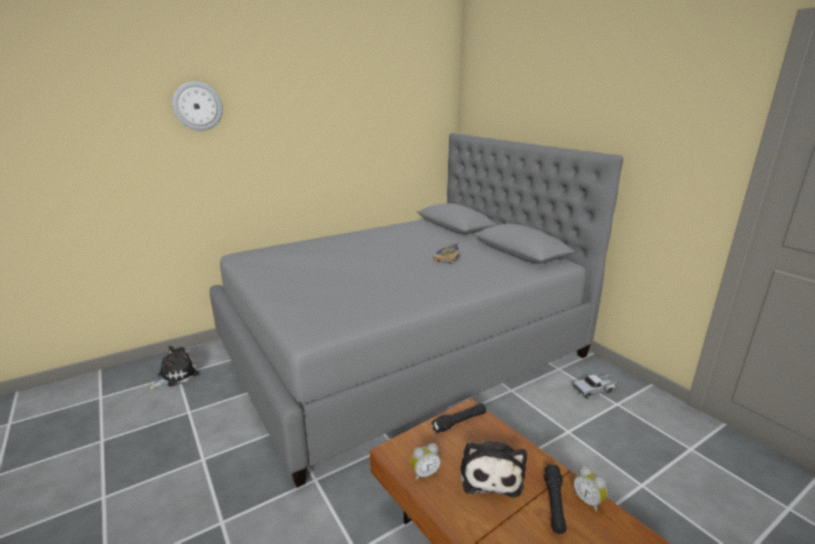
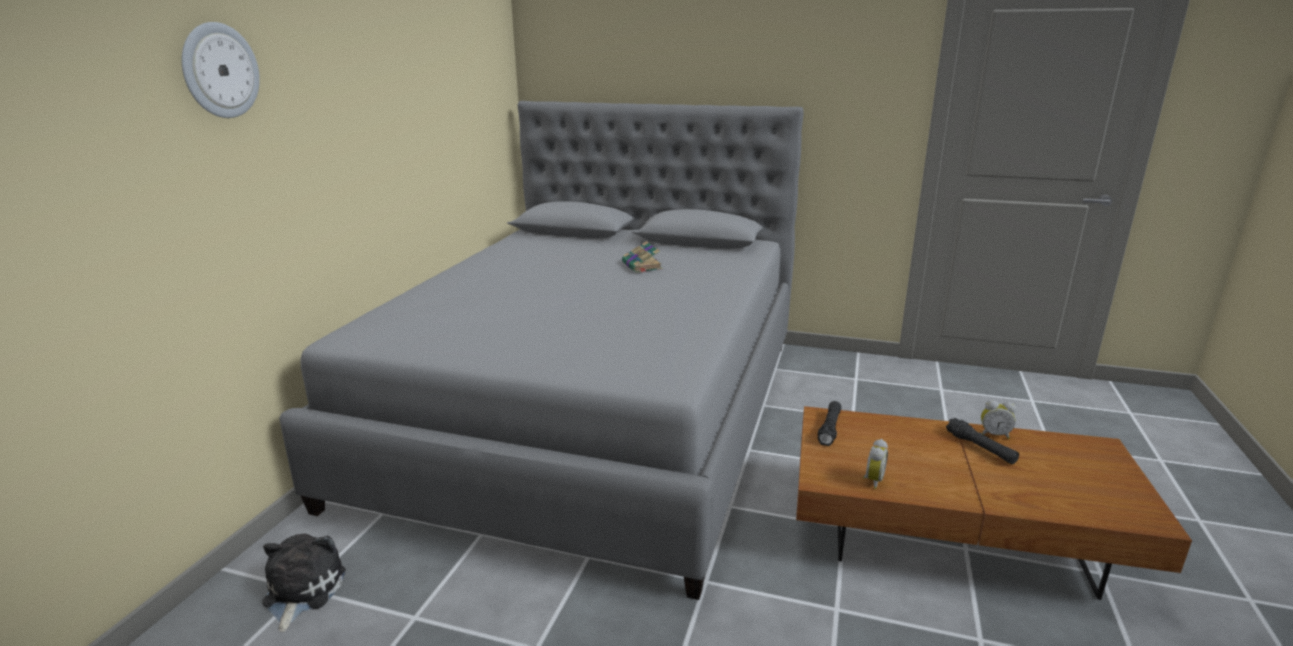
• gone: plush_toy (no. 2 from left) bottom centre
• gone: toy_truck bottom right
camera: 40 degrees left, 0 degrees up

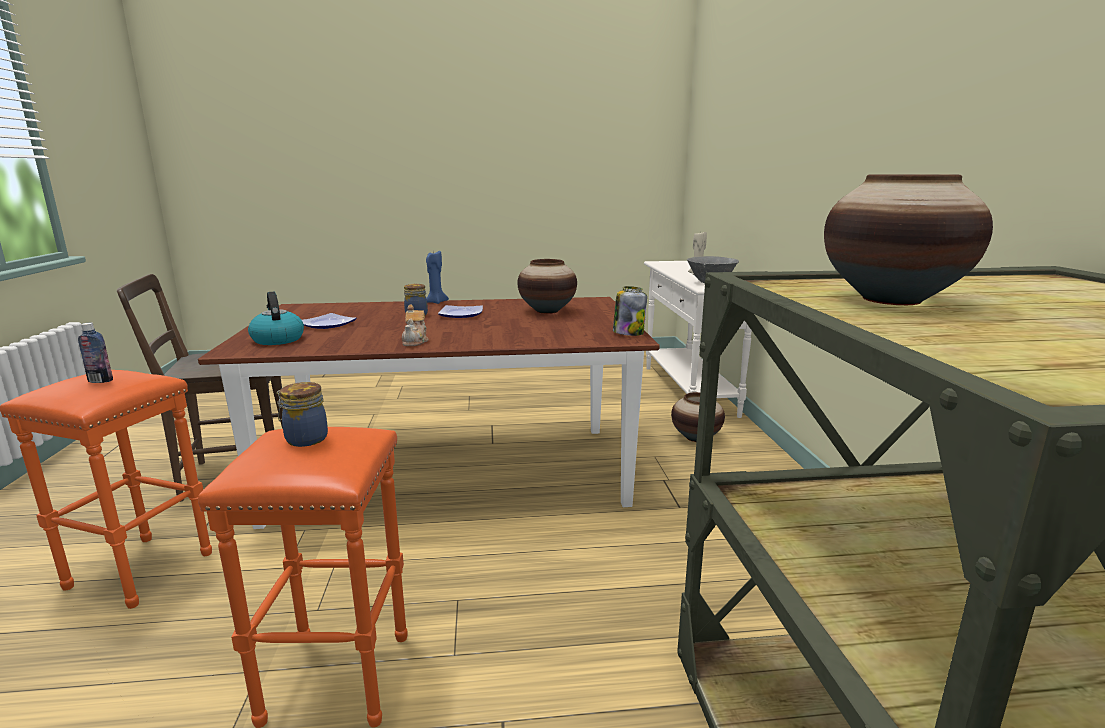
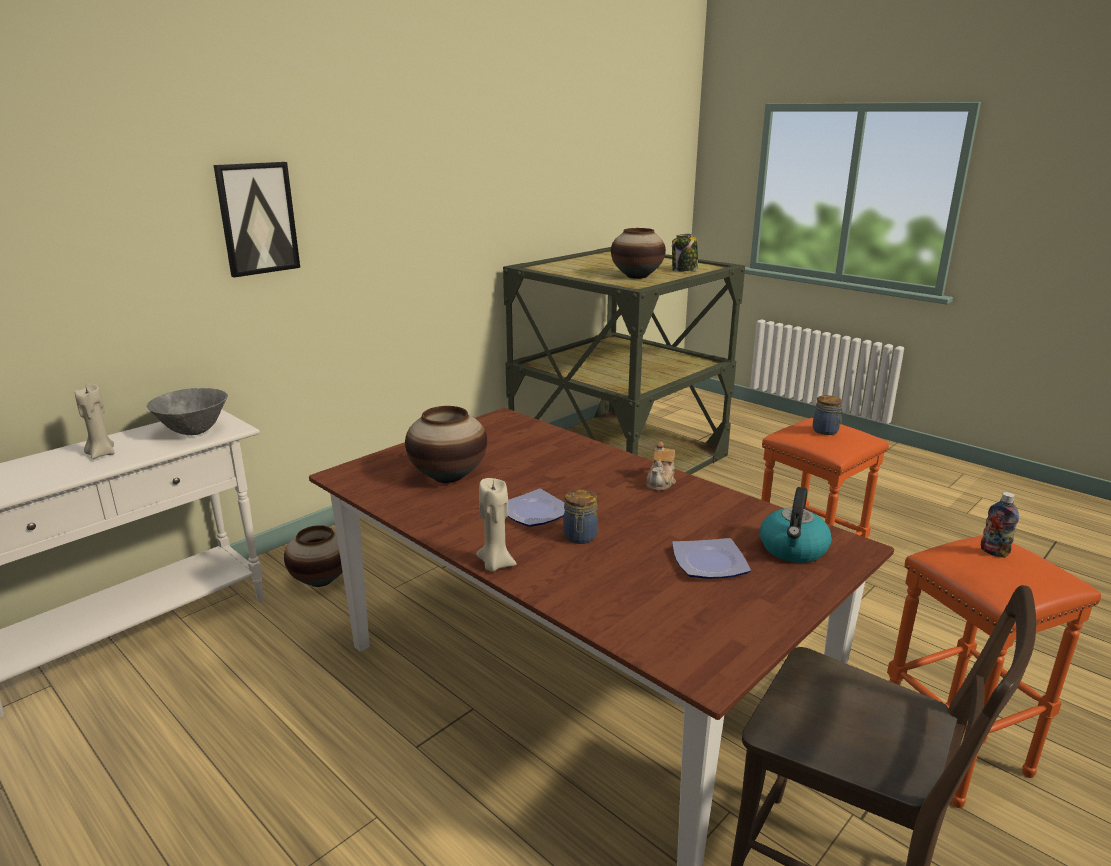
• rotated: teapot centre = centre 150 degrees clockwise
• repainted: blue_candle centre to beige_candle (no. 2 from left) centre
• shifted: jar (no. 3 from left in the first image) centre to jar (no. 2 from left) top centre
• new: picture top left
camera: 130 degrees left, 5 degrees up

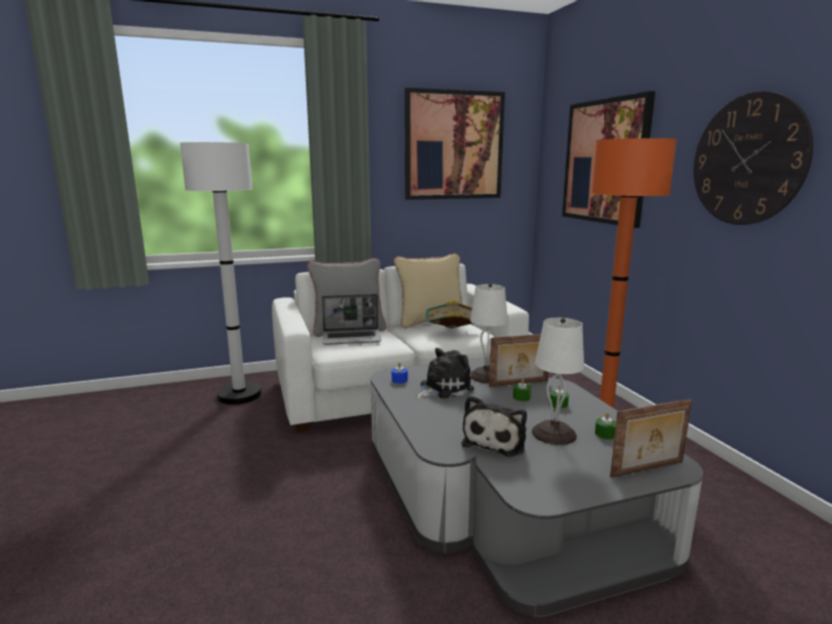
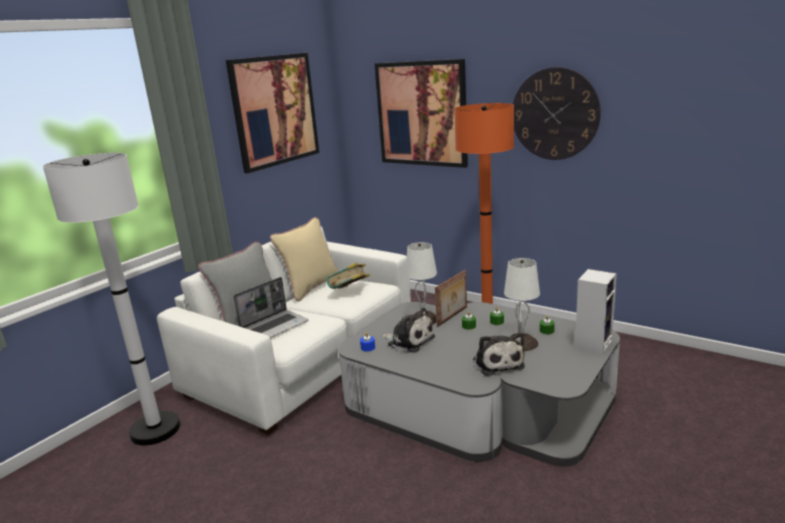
• rotated: plush_toy (no. 1 from left) centre = centre 105 degrees clockwise
• swapped: picture_frame (no. 2 from left) bottom right to speaker middle right
camera: 35 degrees left, 5 degrees up

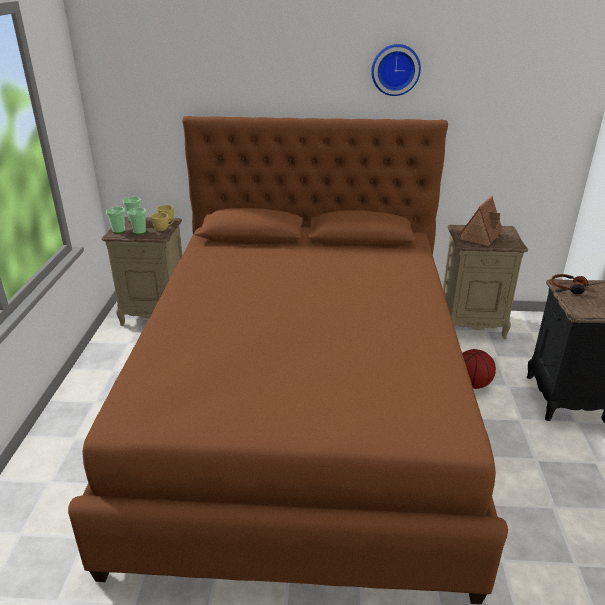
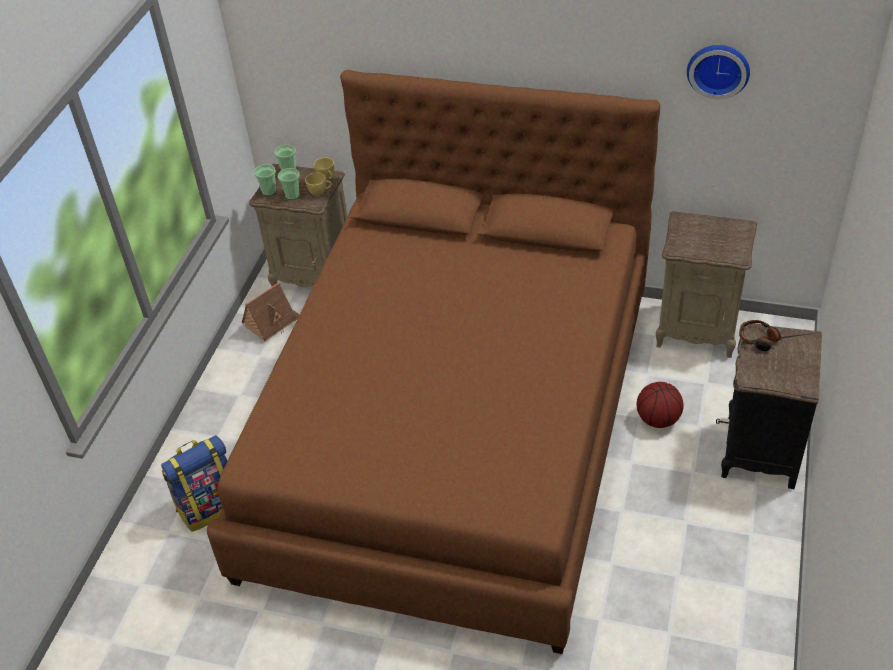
• shifted: wall_clock top centre to top right
• shifted: toy_house middle right to middle left
• new: backpack bottom left
camera: 15 degrees right, 15 degrees up

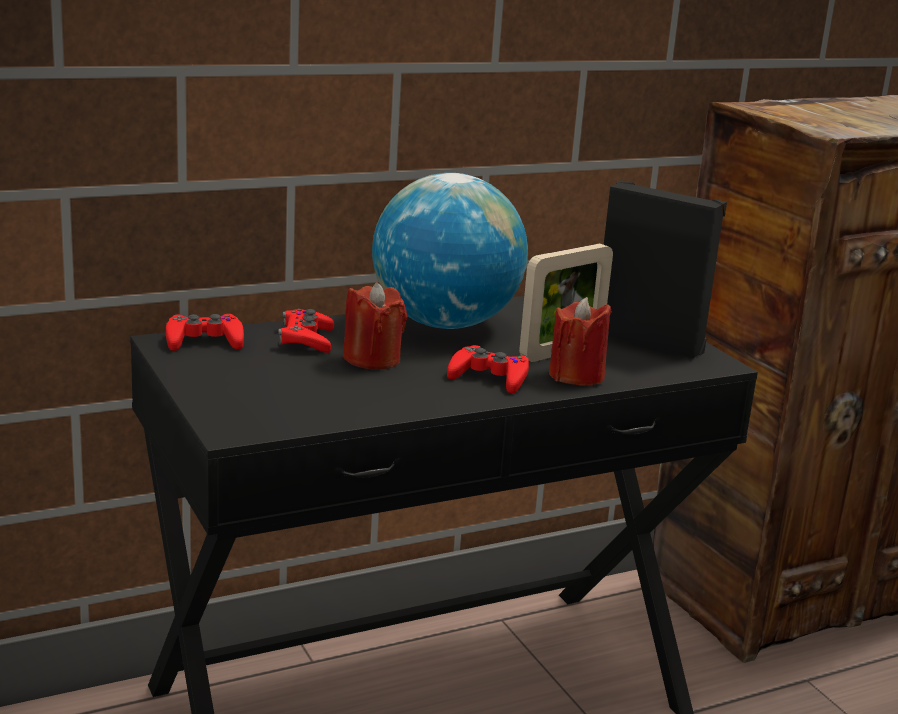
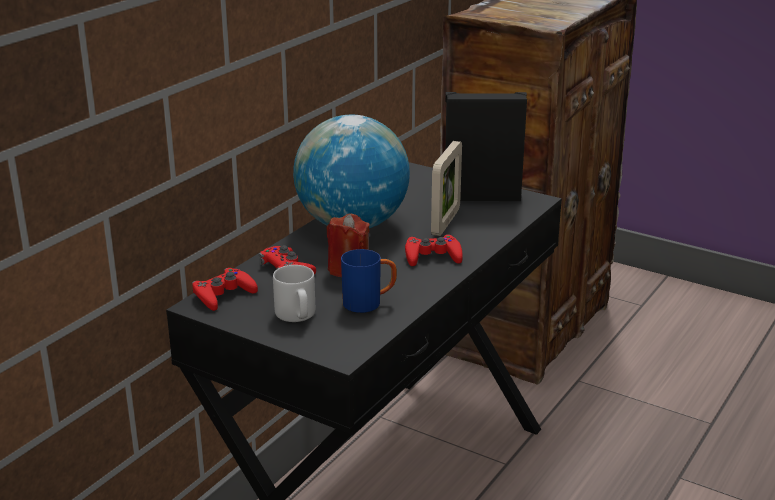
• gone: red_candle (no. 2 from left) centre
• new: grey_mug centre
• new: blue_mug centre
camera: 30 degrees left, 5 degrees up

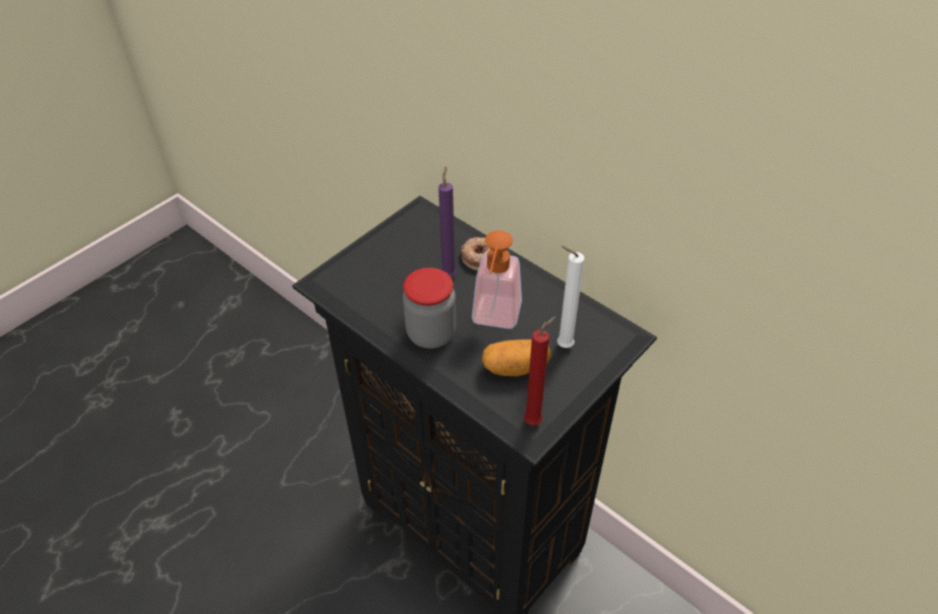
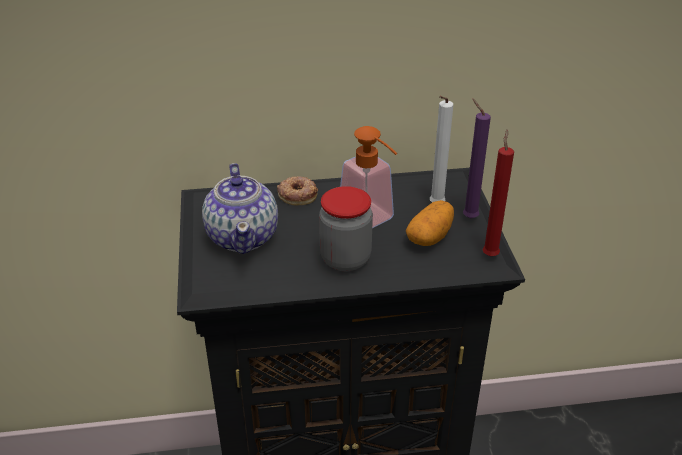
• shifted: purple_candle centre to middle right
• new: teapot centre
camera: 50 degrees left, 10 degrees down

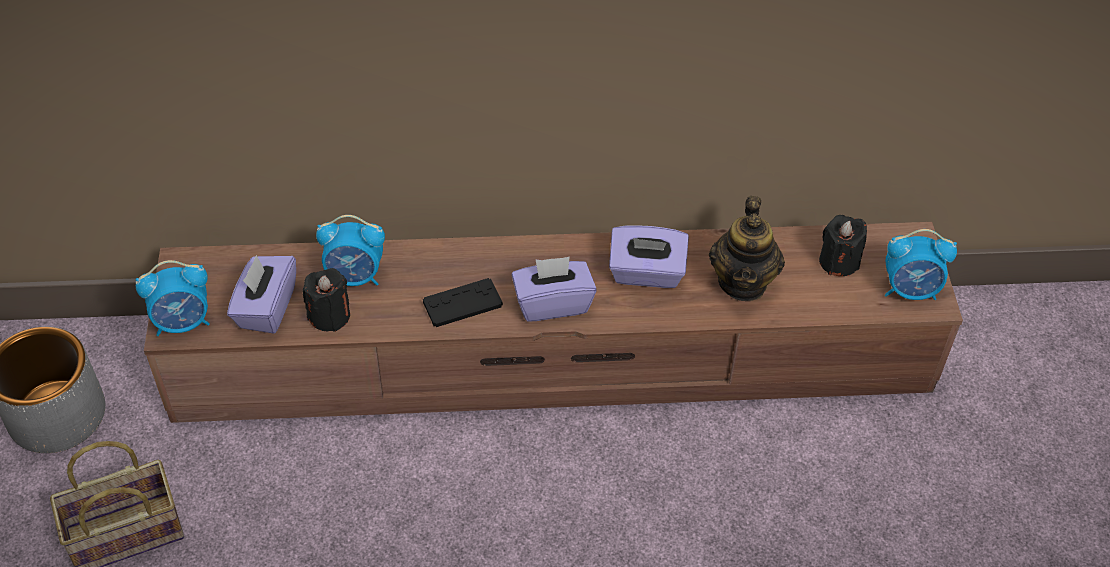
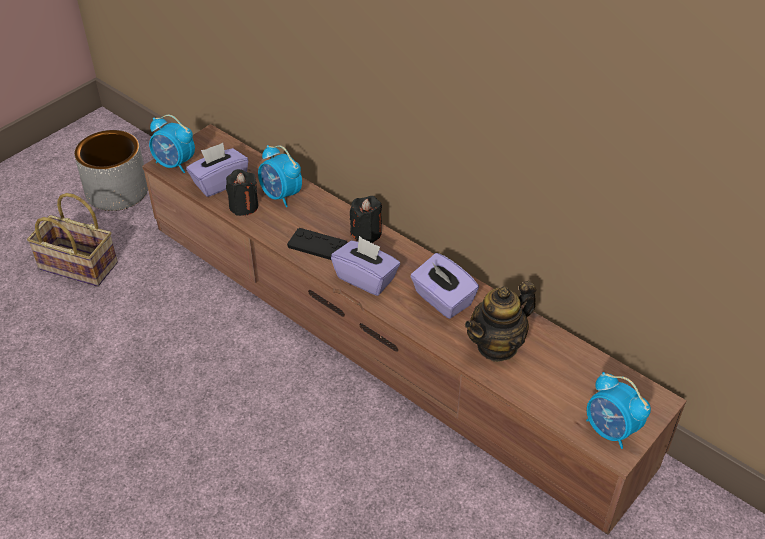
• shifted: black_candle (no. 2 from left) middle right to centre
camera: 45 degrees right, 5 degrees down

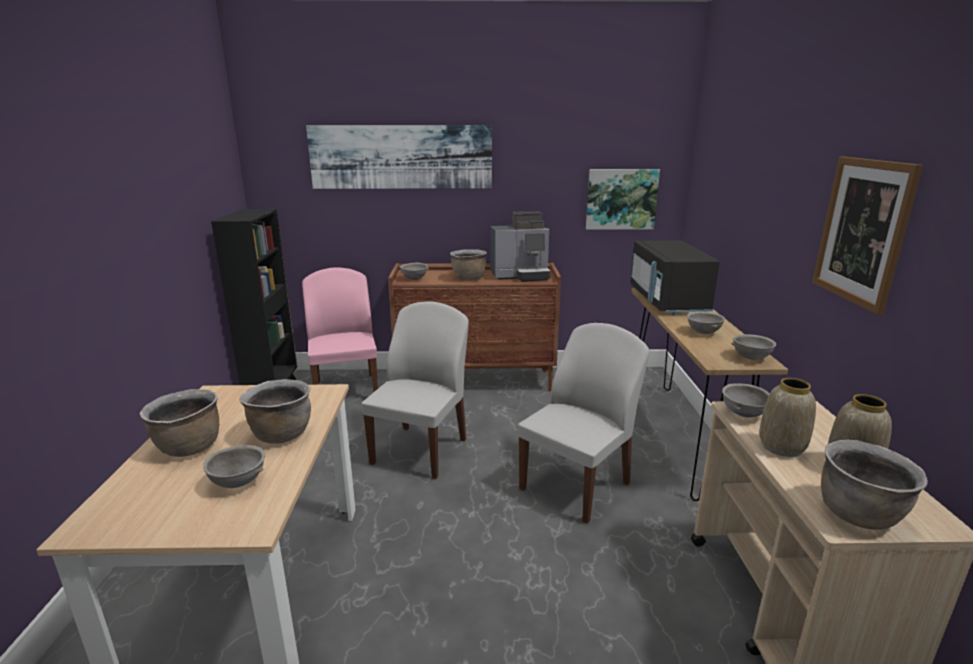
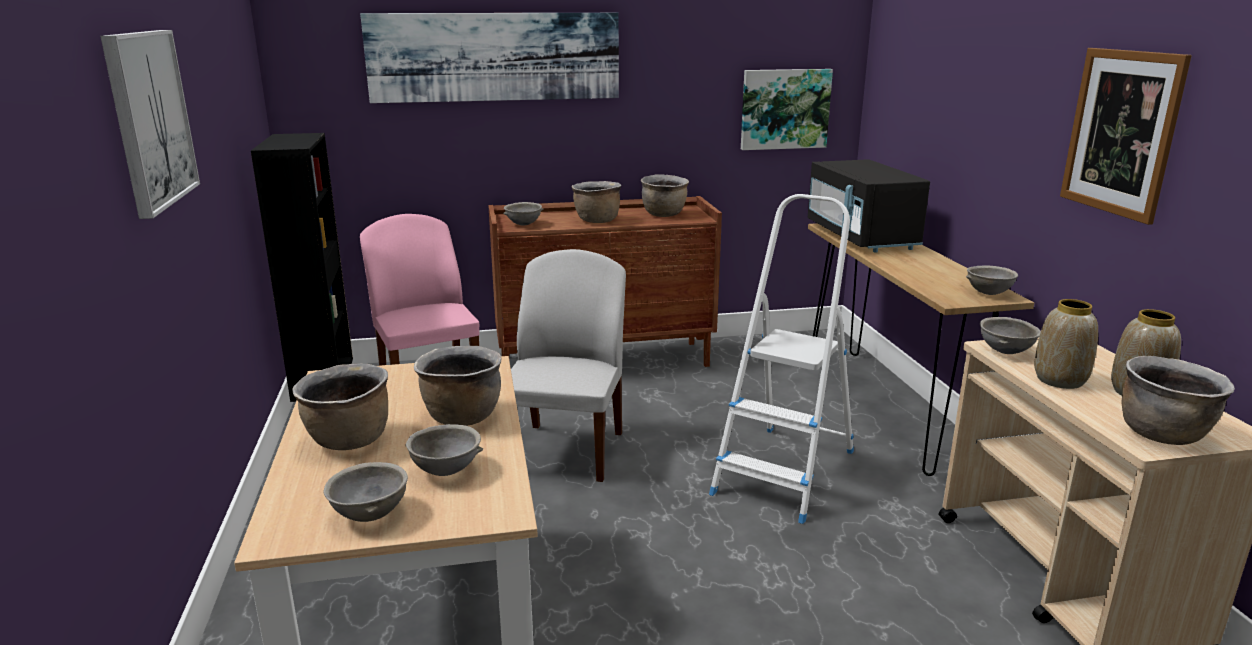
• swapped: coffee_machine centre to brown_cooking_pot (no. 4 from left) top centre
• swapped: white_chair (no. 2 from left) centre to white_step_ladder centre
• shifted: grey_bowl (no. 3 from left in the first image) middle right to grey_bowl (no. 1 from left) bottom left
• new: picture (no. 1 from left) top left
camera: 10 degrees left, 0 degrees up

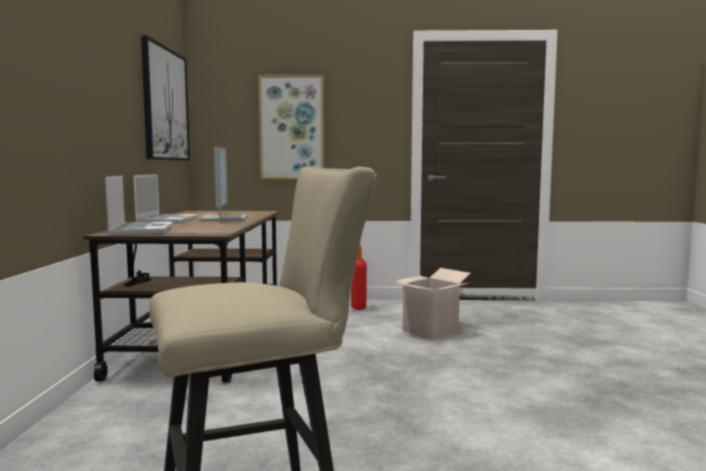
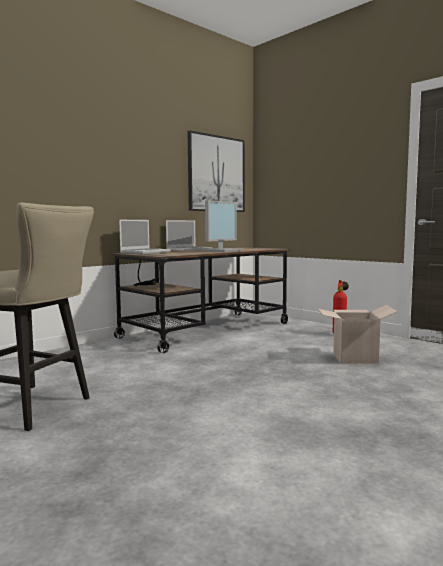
• gone: picture (no. 2 from left) top centre
camera: 45 degrees right, 0 degrees up

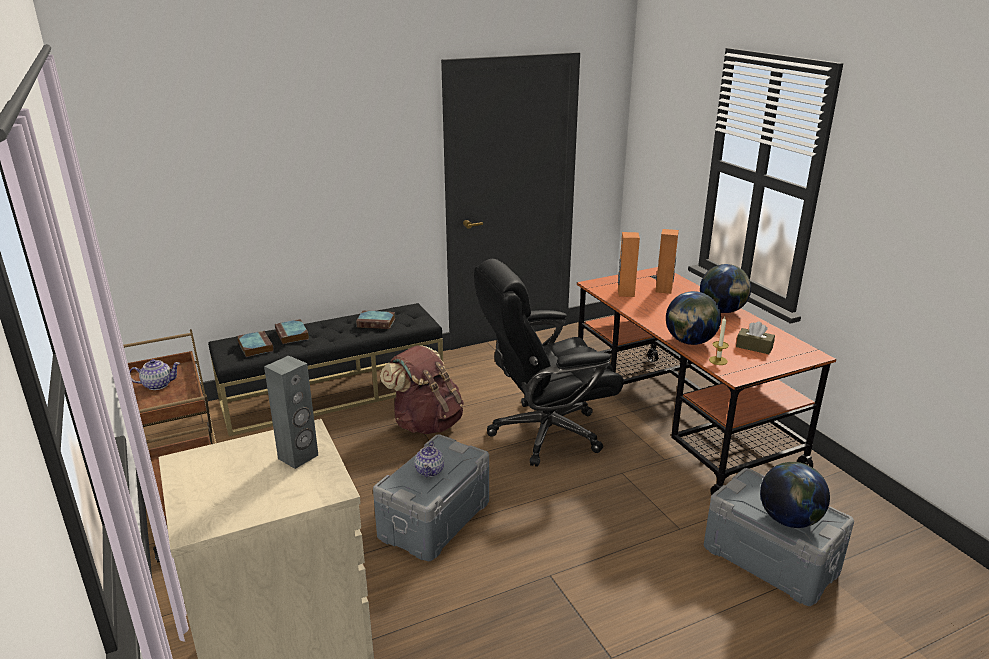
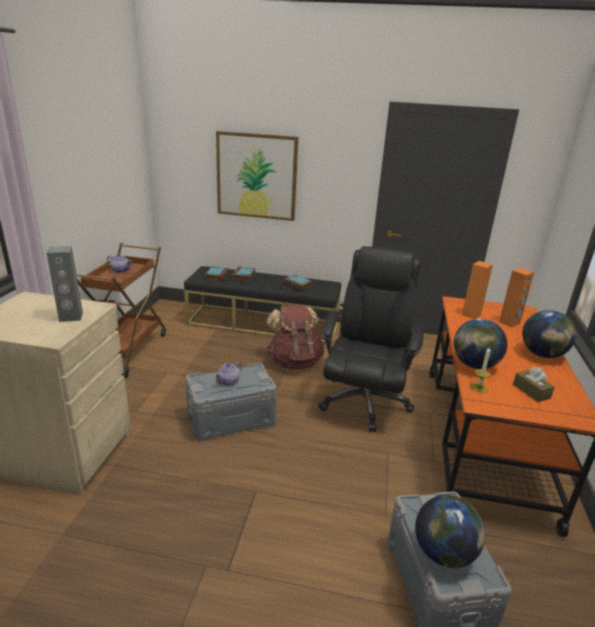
• rotated: black_office_chair centre = centre 90 degrees clockwise
• new: picture top centre
camera: 35 degrees right, 0 degrees up

